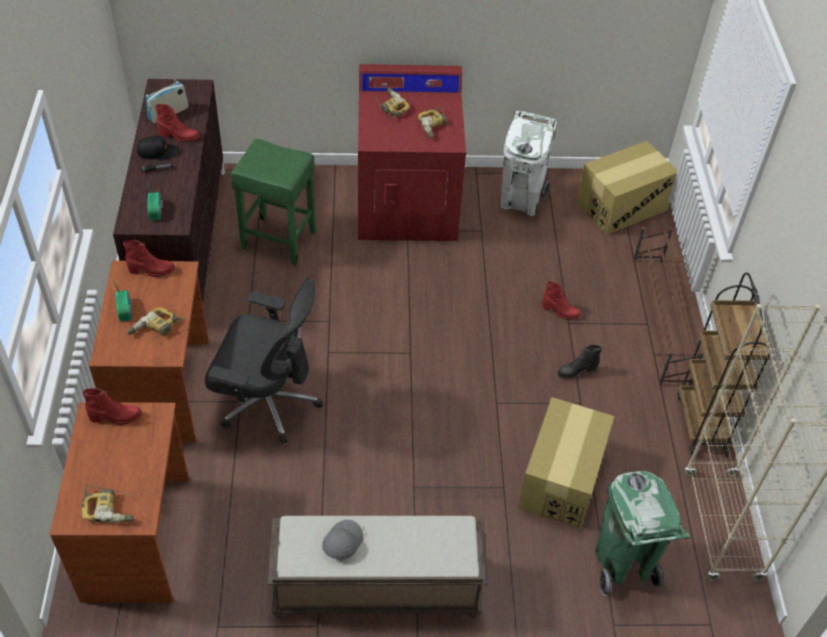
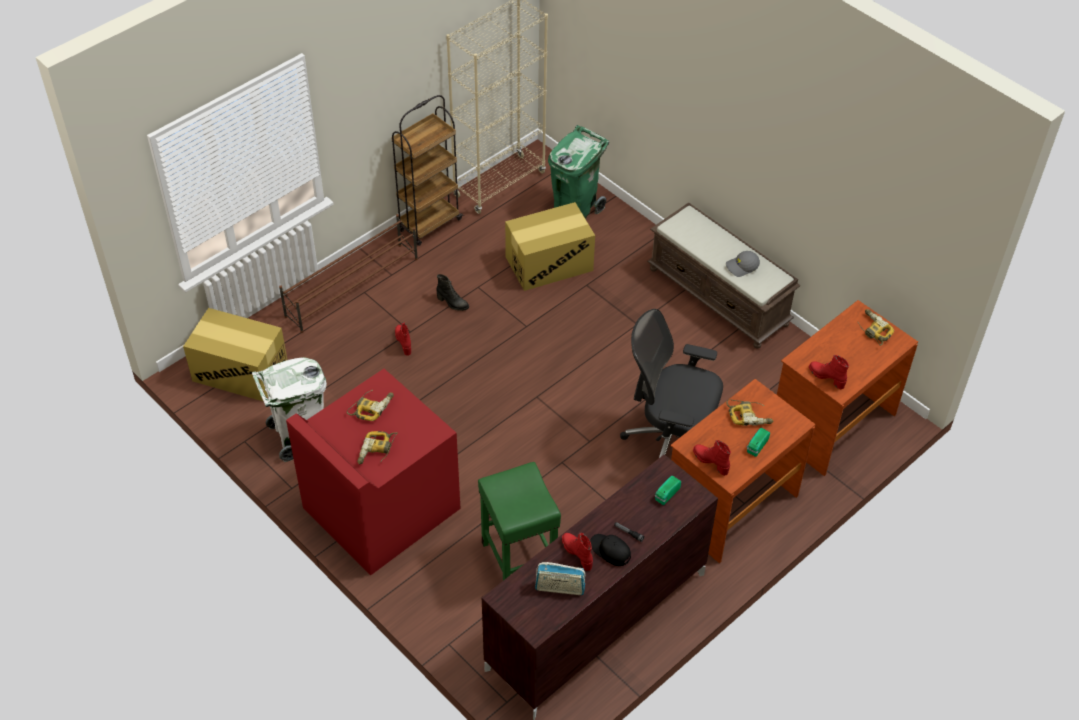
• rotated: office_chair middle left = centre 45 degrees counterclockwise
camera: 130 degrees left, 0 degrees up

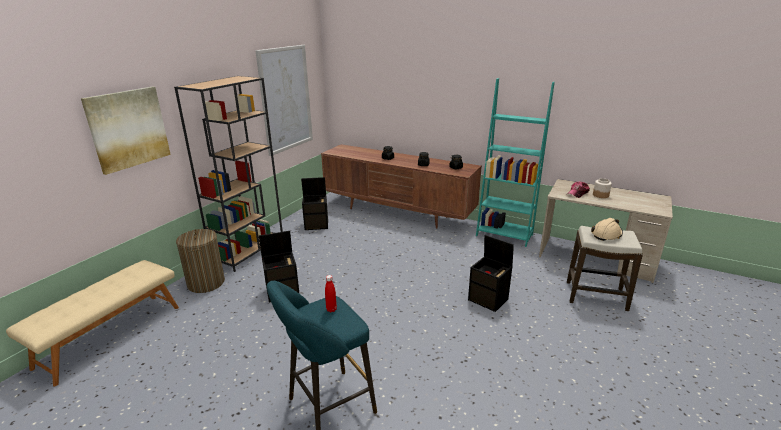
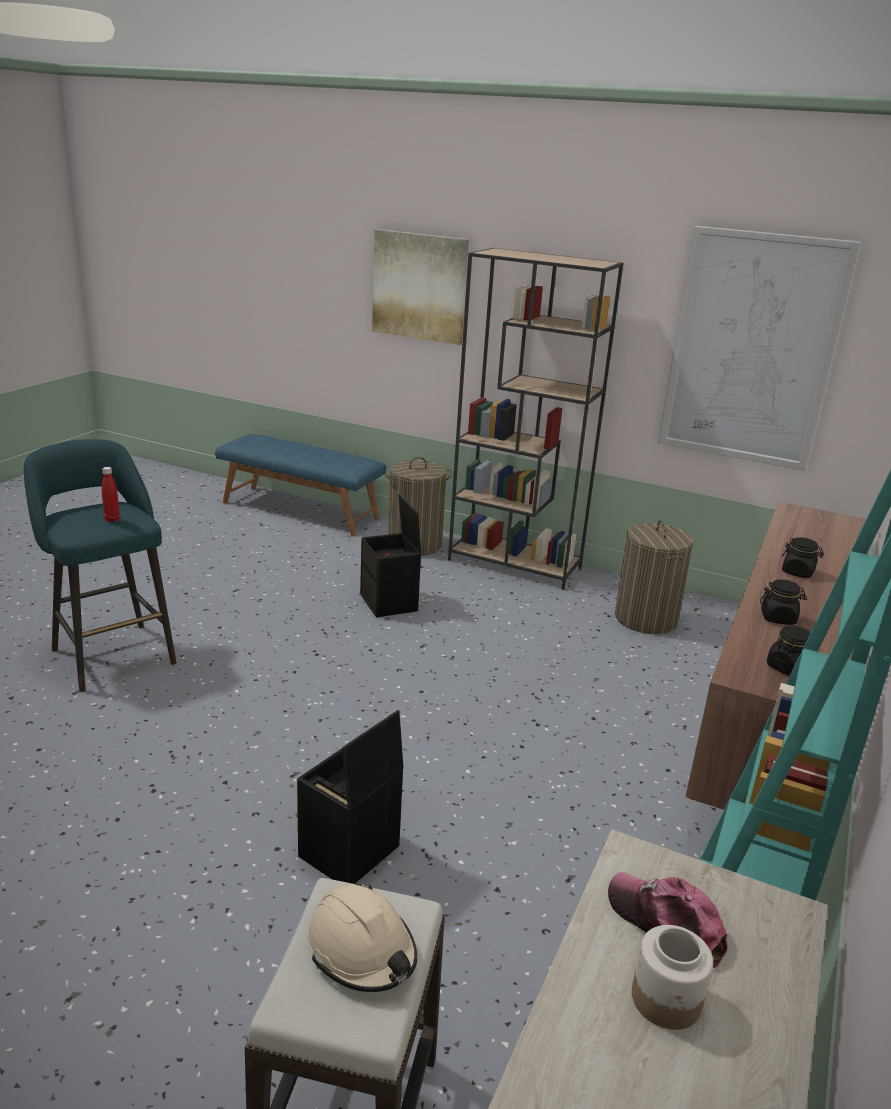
• repainted: beige_bench bottom left to blue_bench centre
• swapped: black_storage_box (no. 2 from left) centre to laundry_basket (no. 2 from left) middle right
camera: 85 degrees right, 0 degrees up

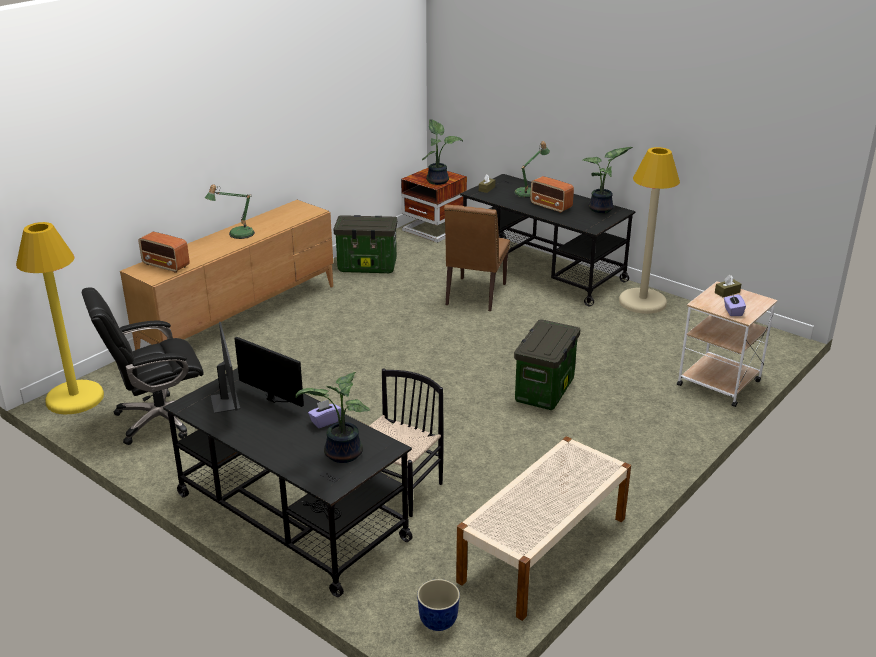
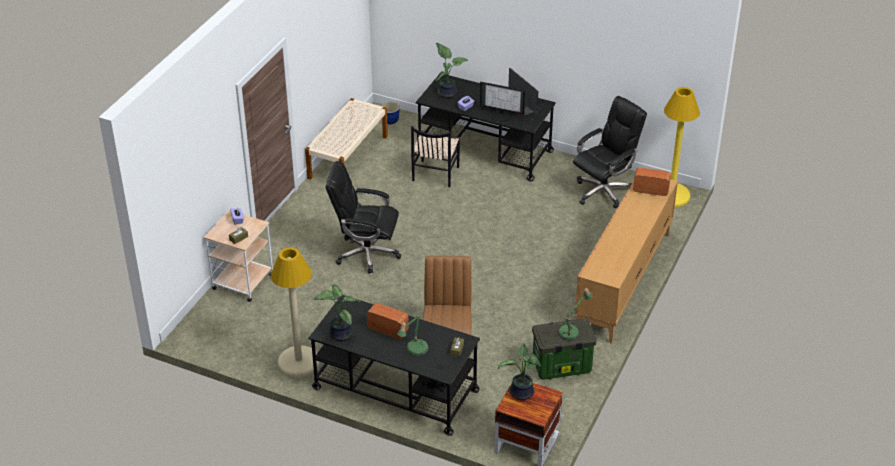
• shifted: table_lamp (no. 1 from left in the first image) top left to table_lamp (no. 2 from left) bottom centre
• swapped: storage_box (no. 2 from left) centre to black_office_chair (no. 1 from left) centre
camera: 165 degrees right, 10 degrees up

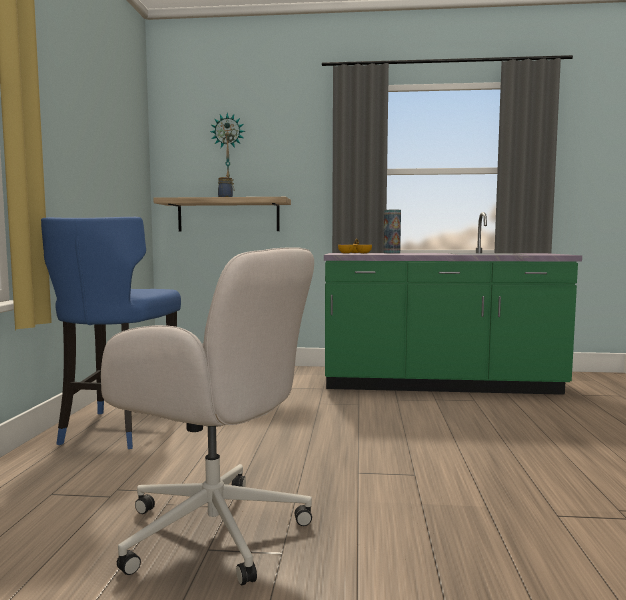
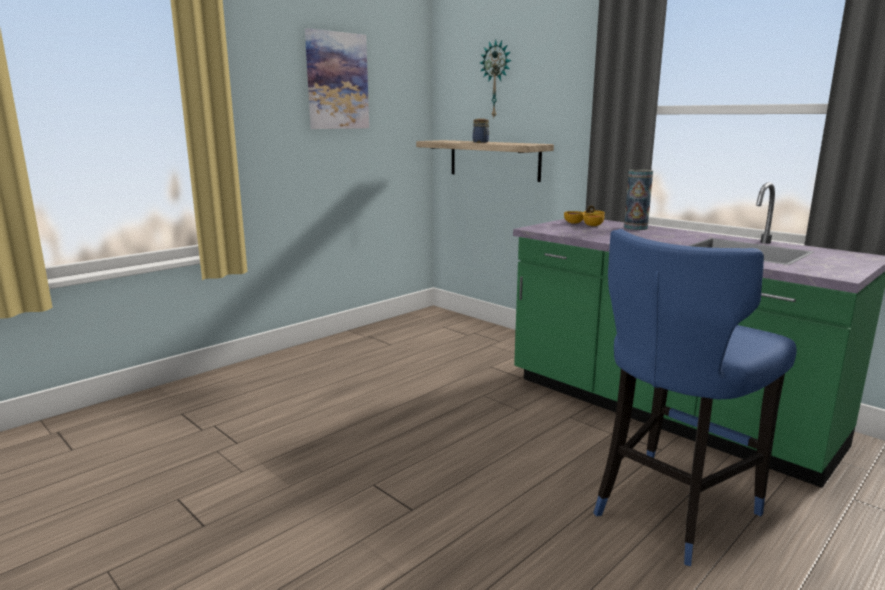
• shifted: blue_stool middle left to bottom right
• gone: white_office_chair bottom left
• new: picture top centre
camera: 40 degrees right, 10 degrees up

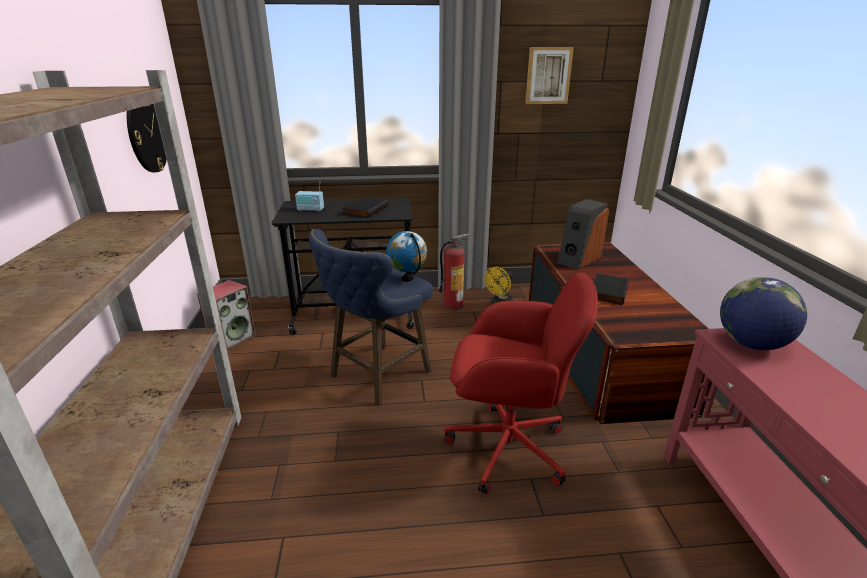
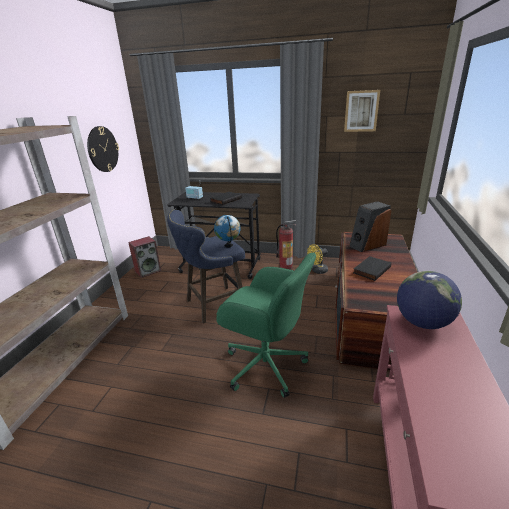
• repainted: red_office_chair centre to green_office_chair centre
camera: 20 degrees right, 0 degrees up

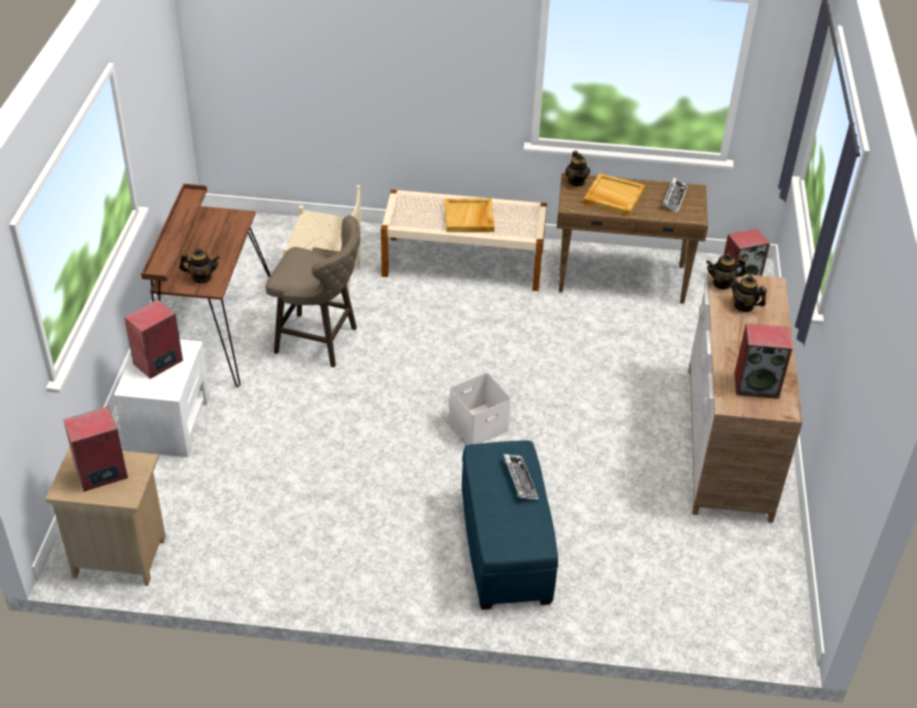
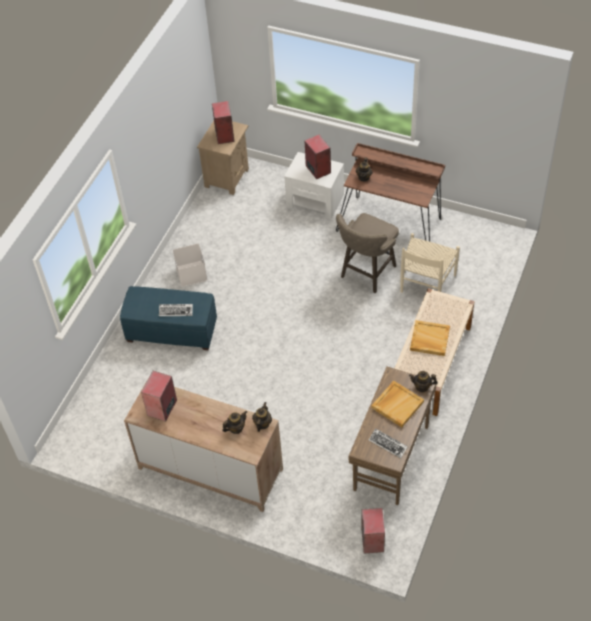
• shifted: white_storage_box centre to middle left
camera: 110 degrees right, 10 degrees up

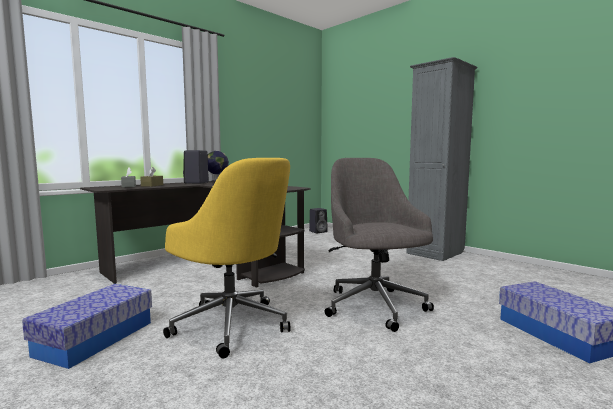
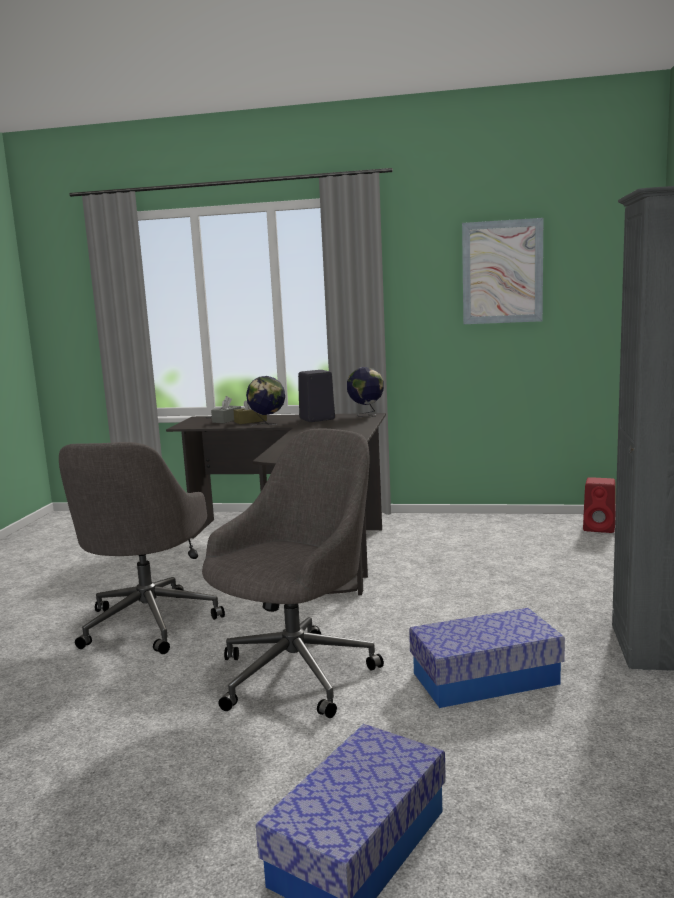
• shifted: storage_box (no. 1 from left in the first image) bottom left to storage_box (no. 2 from left) bottom right
• repainted: yellow_office_chair centre to grey_office_chair (no. 1 from left) middle left
• repainted: black_speaker (no. 2 from left) centre to red_speaker middle right
• new: globe (no. 1 from left) centre
• new: picture top right
camera: 55 degrees right, 5 degrees up

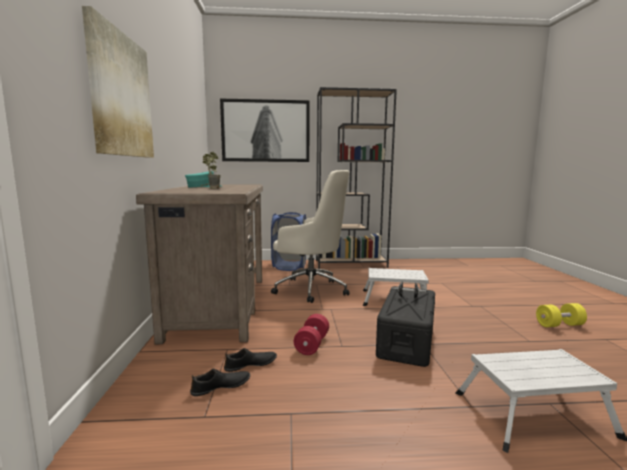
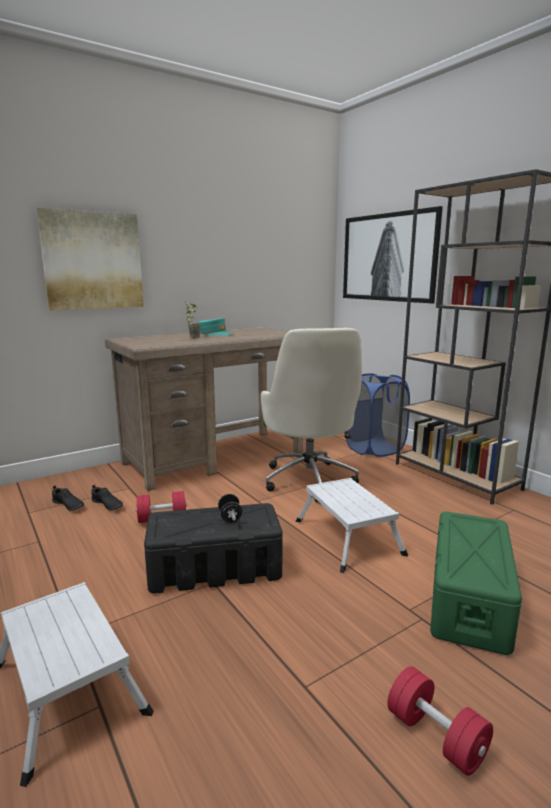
• repainted: yellow_dumbbell bottom right to red_dumbbell (no. 2 from left) bottom right
• new: green_storage_box bottom right
camera: 60 degrees right, 5 degrees up

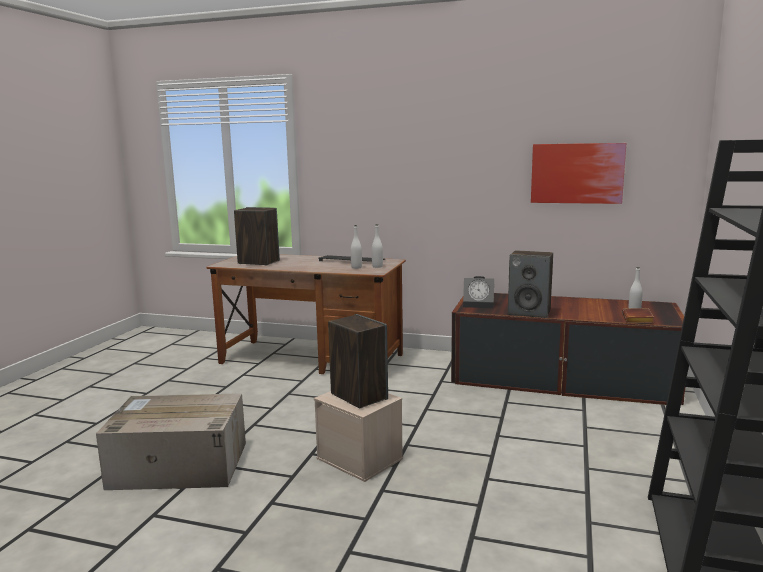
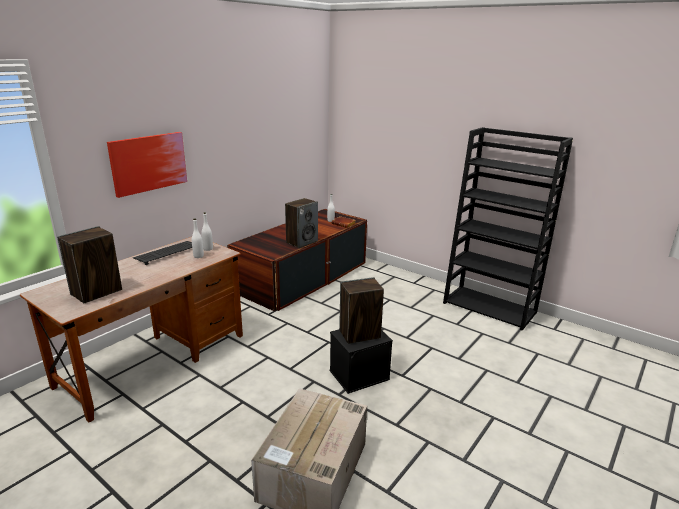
• repainted: beige_storage_box bottom centre to black_storage_box bottom centre
• gone: alarm_clock centre
• shifted: picture top right to top left
camera: 70 degrees left, 10 degrees up

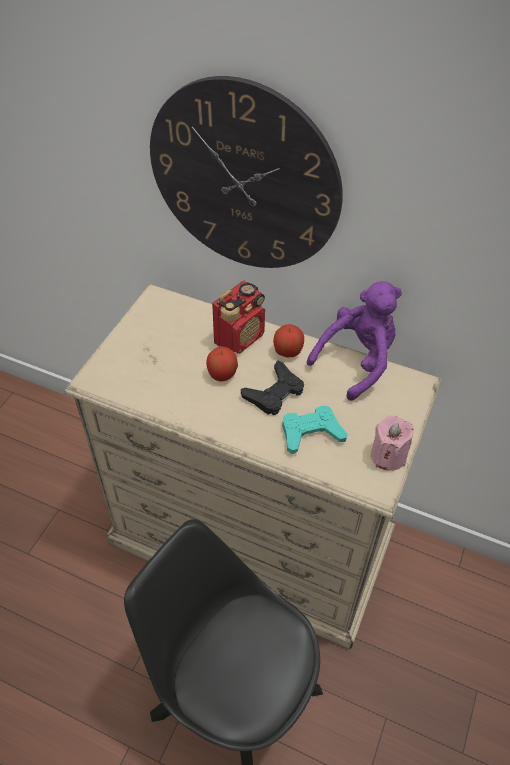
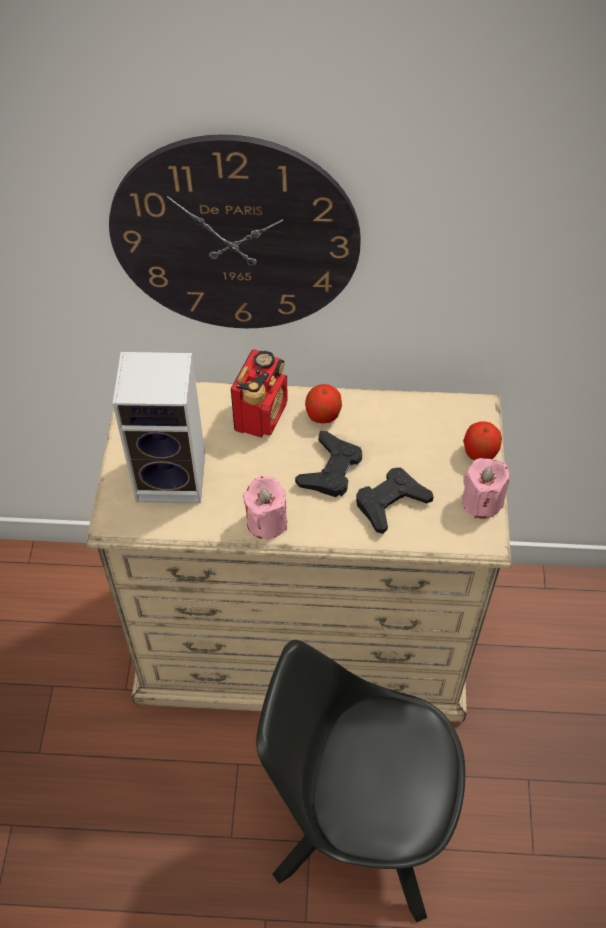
• shifted: apple (no. 1 from left in the first image) centre to apple (no. 2 from left) middle right
• repainted: turquoise_game_controller centre to black_game_controller (no. 2 from left) centre
• gone: purple_plush_toy middle right
• new: speaker middle left
• new: pink_candle (no. 1 from left) centre
camera: 20 degrees left, 5 degrees up

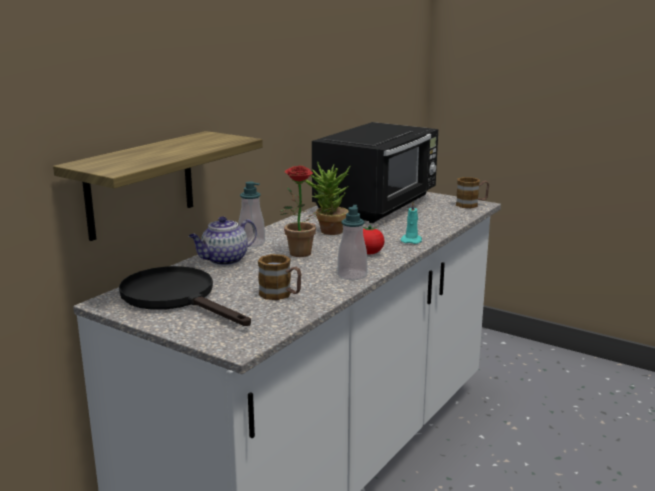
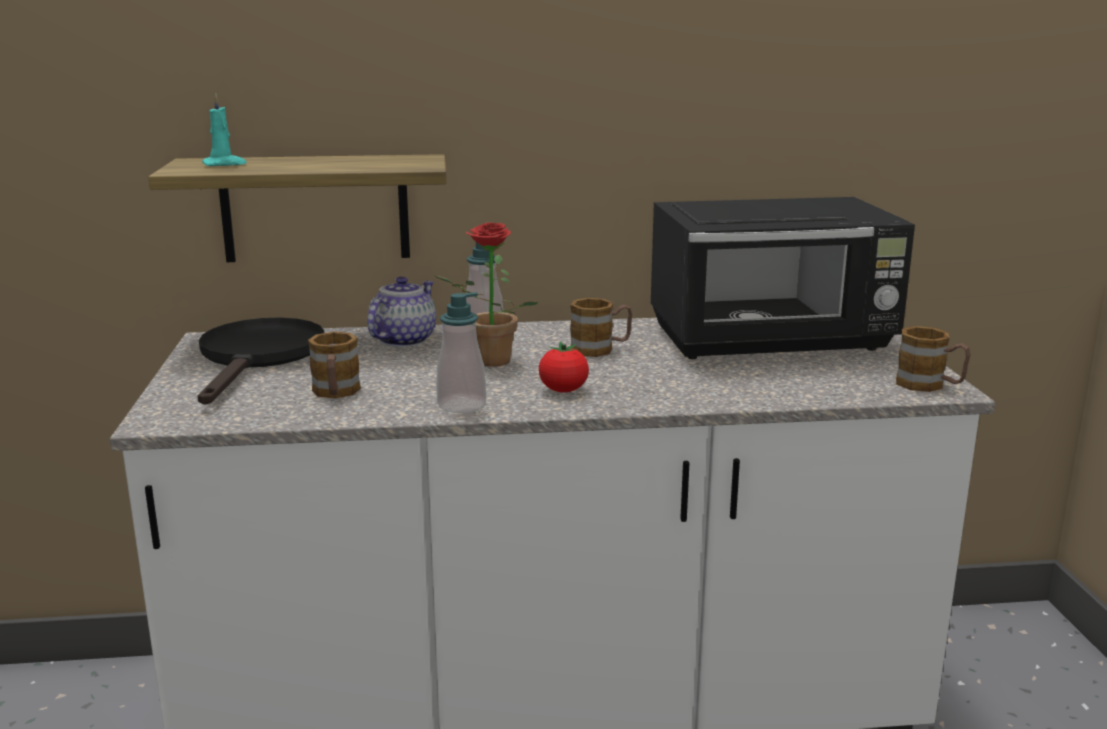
• rotated: teapot centre = centre 105 degrees clockwise
• swapped: potted_plant (no. 2 from left) centre to mug (no. 2 from left) centre
• shifted: turquoise_candle centre to top left
camera: 50 degrees right, 0 degrees up

